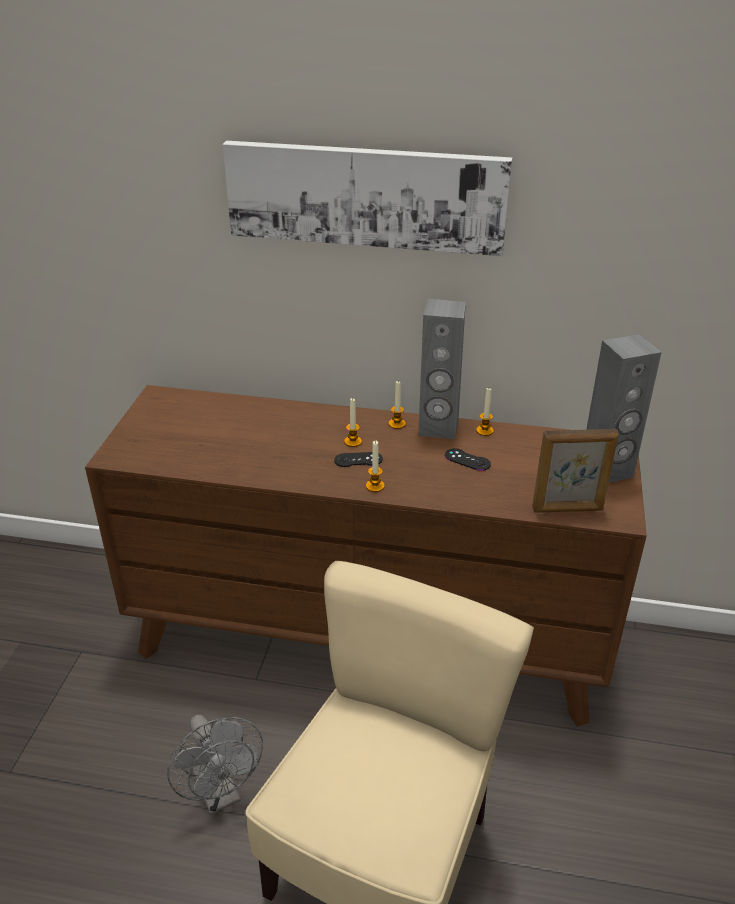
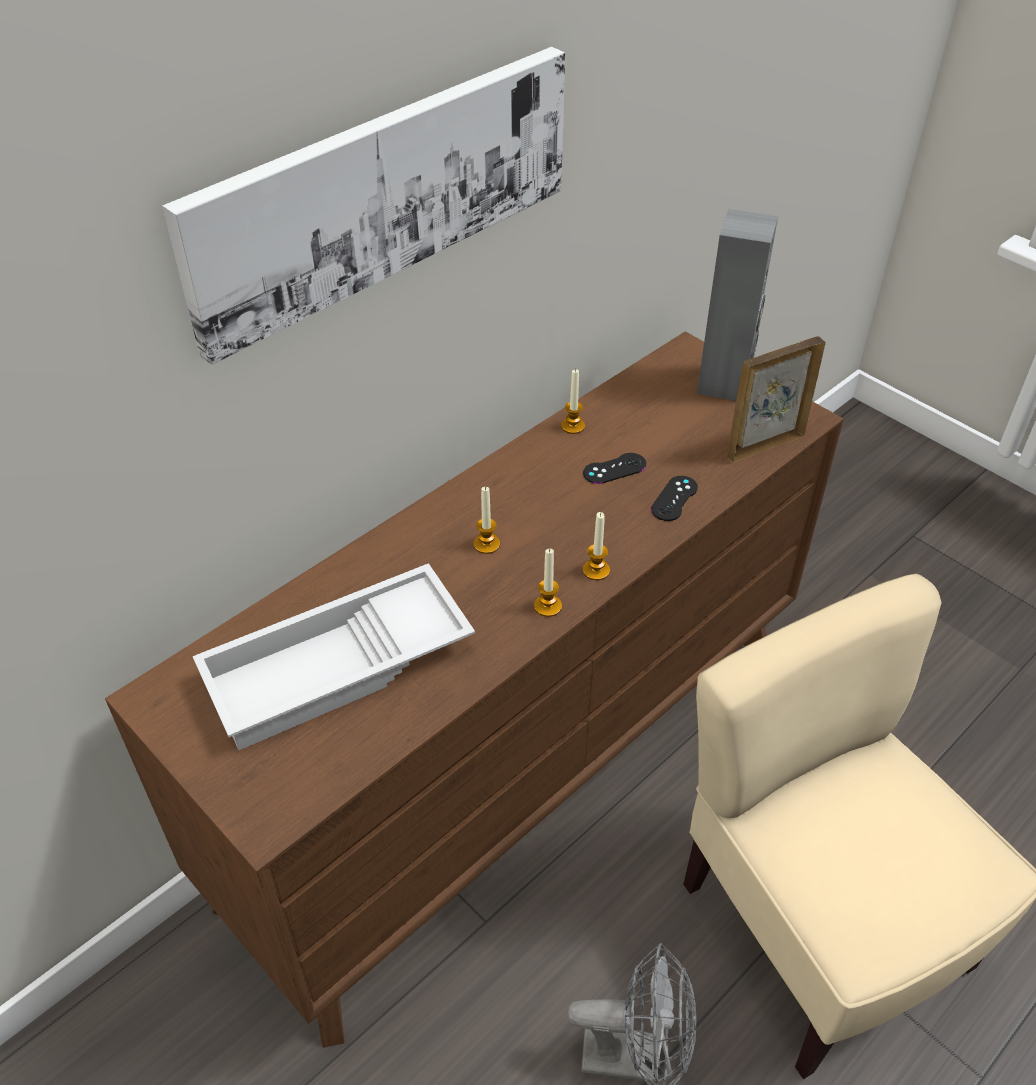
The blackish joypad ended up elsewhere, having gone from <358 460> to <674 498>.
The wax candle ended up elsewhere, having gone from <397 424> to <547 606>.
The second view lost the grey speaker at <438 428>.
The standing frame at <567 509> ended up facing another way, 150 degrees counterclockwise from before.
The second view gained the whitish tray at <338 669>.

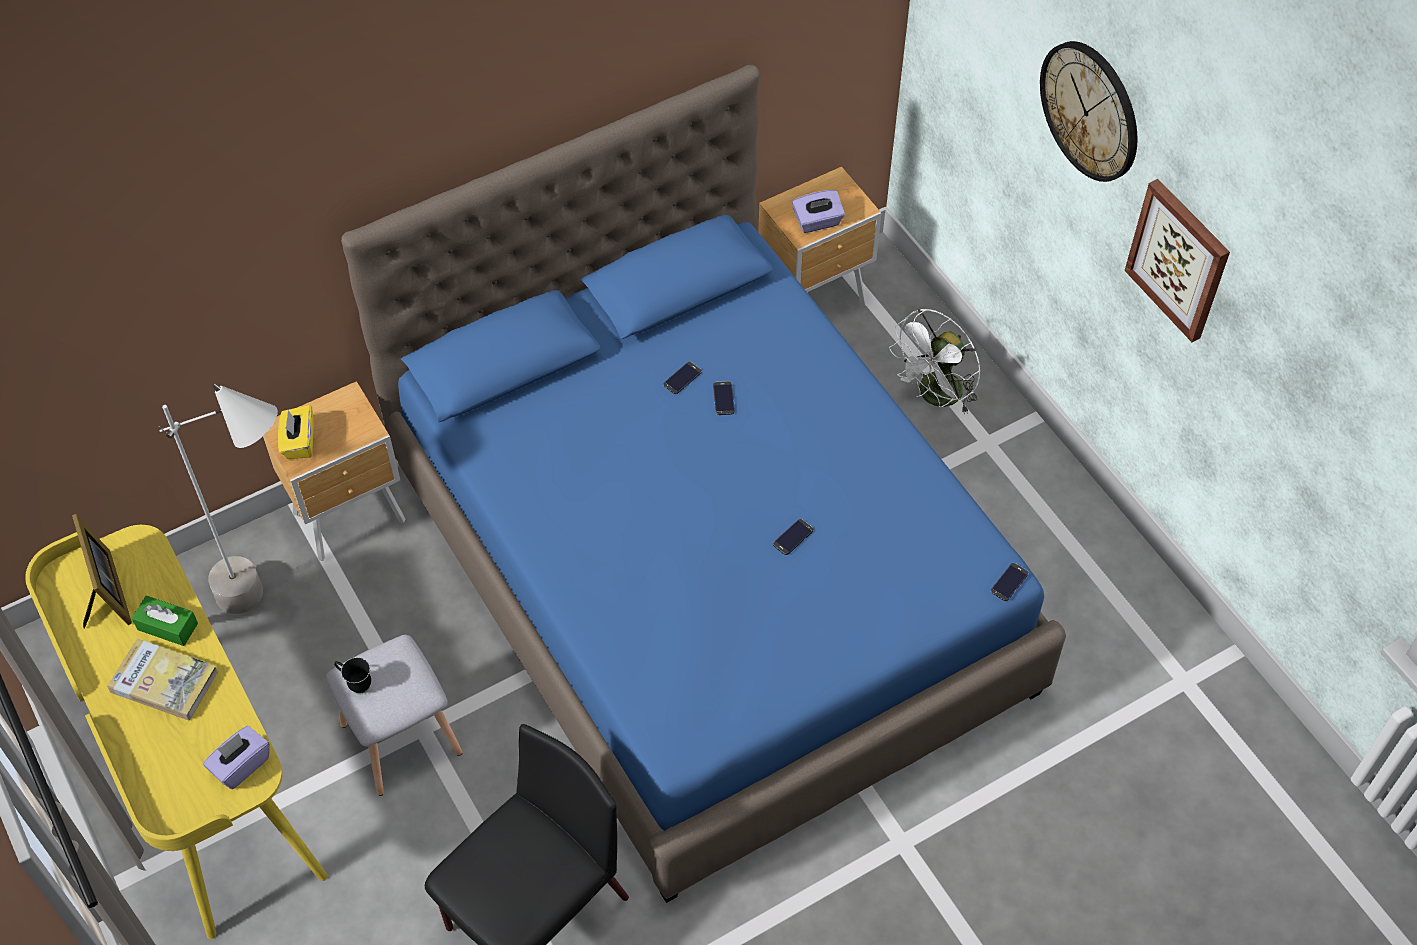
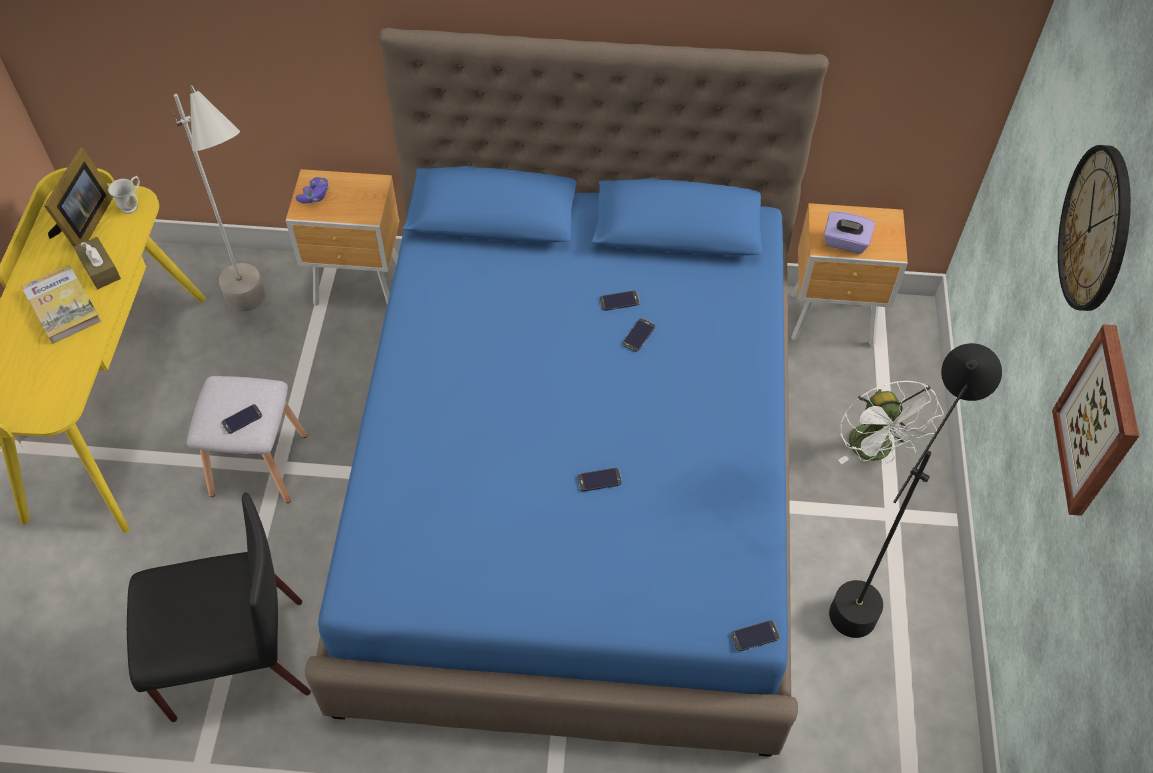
What was the green-coloured tissue holder at <167 626> turned into the brown tissue holder at <100 269>.
The second view lost the purple tissue holder at <241 765>.
Where the yellow tissue holder stood at <299 442>, the purple joypad came to stand at <315 196>.
The second view lost the blackish tea mug at <356 684>.
The whitish fan at <935 397> ended up facing another way, 90 degrees counterclockwise from before.
The second view gained the whitish tea mug at <133 205>.
The second view gained the phone at <242 419>.
The second view gained the blackish standard lamp at <868 584>.

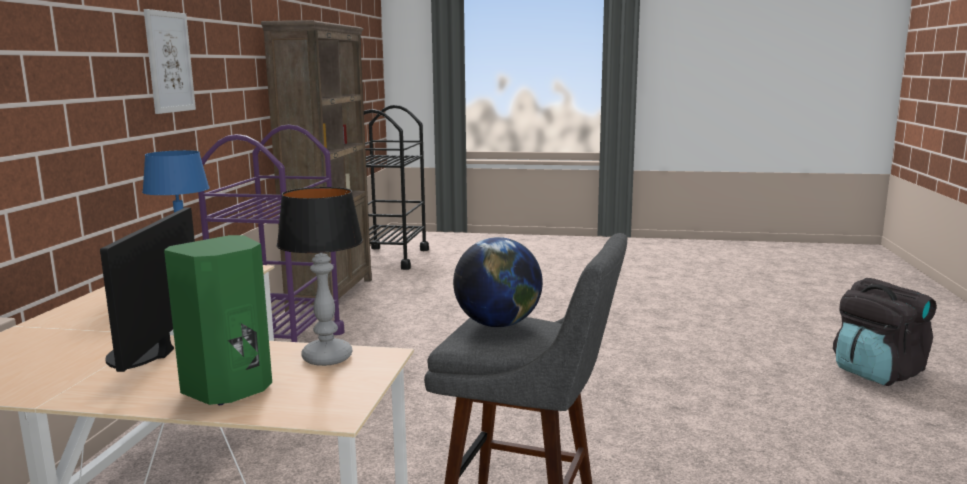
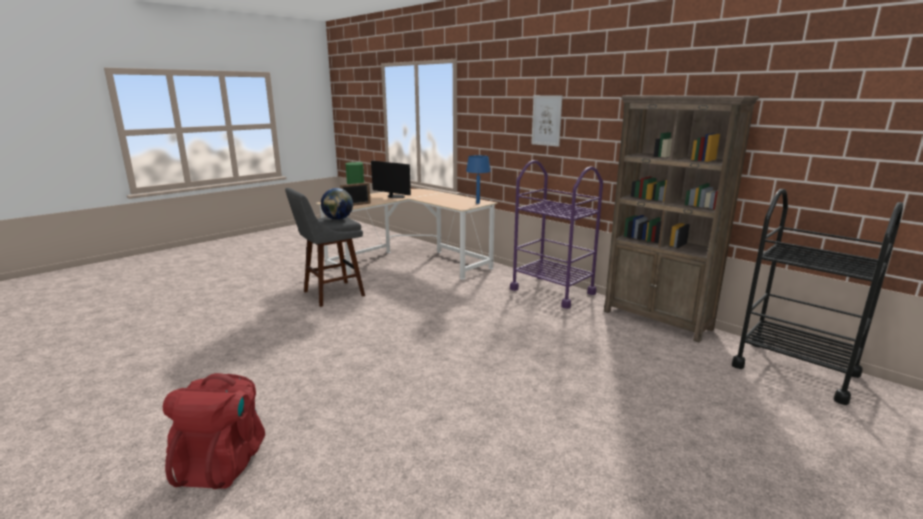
Where the table lamp stood at <326 358>, the standing frame came to stand at <356 205>.
What was the blackish rucksack at <877 373> turned into the red-coloured rucksack at <223 462>.

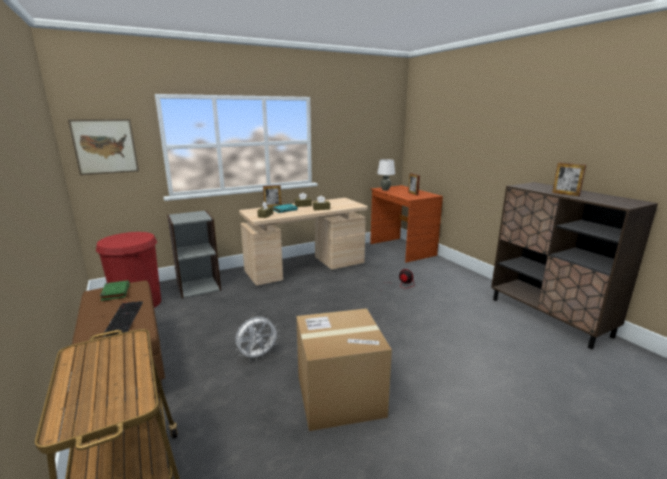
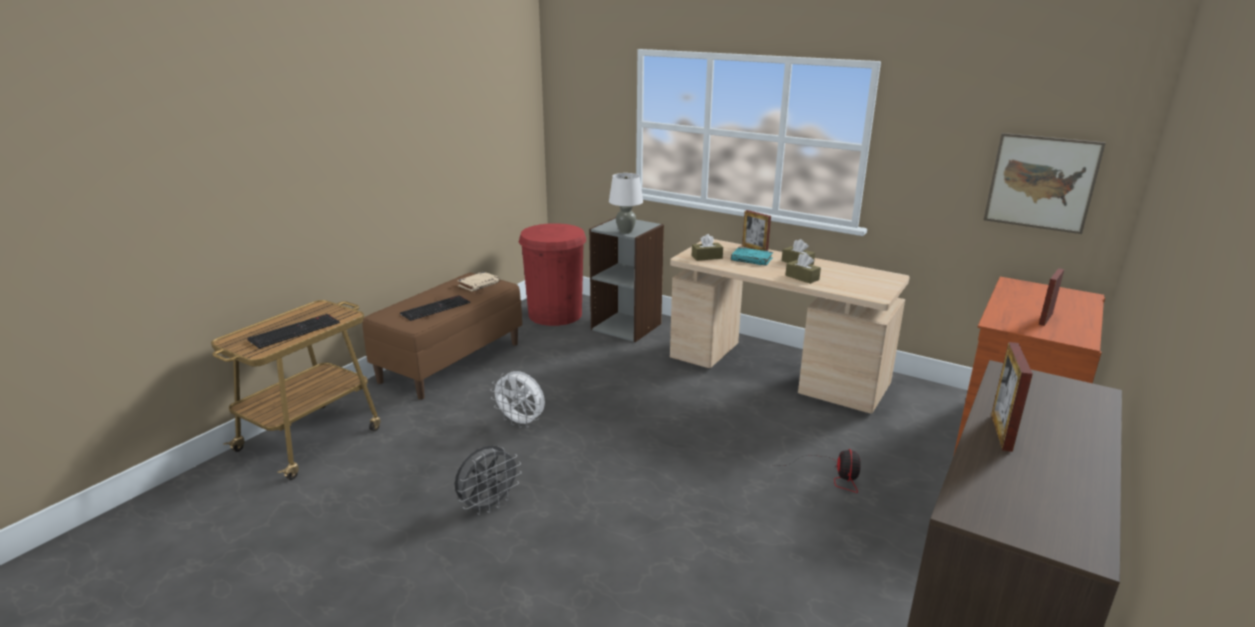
The wall picture ended up elsewhere, having gone from <105 146> to <1041 183>.
What was the green-coloured bound book at <115 292> turned into the beige-coloured bound book at <479 284>.
Where the cardboard box stood at <340 395>, the grey fan came to stand at <488 505>.
The whitish table lamp ended up elsewhere, having gone from <385 189> to <625 232>.
The second view gained the PC keyboard at <295 330>.

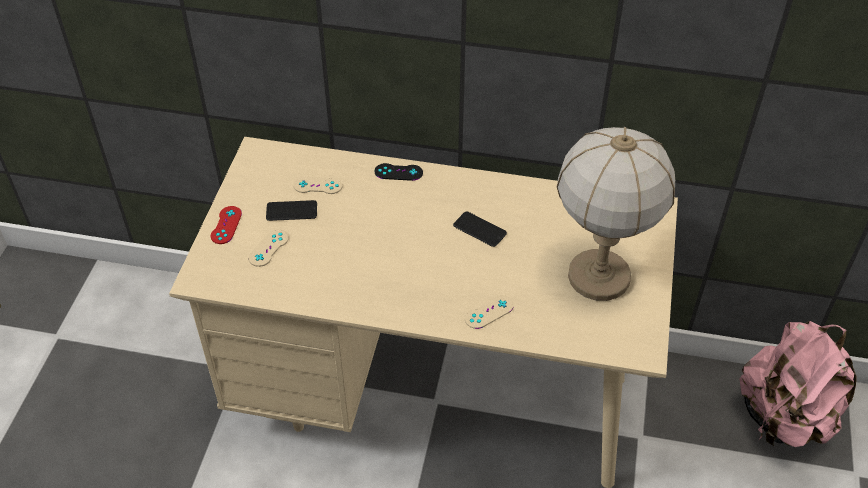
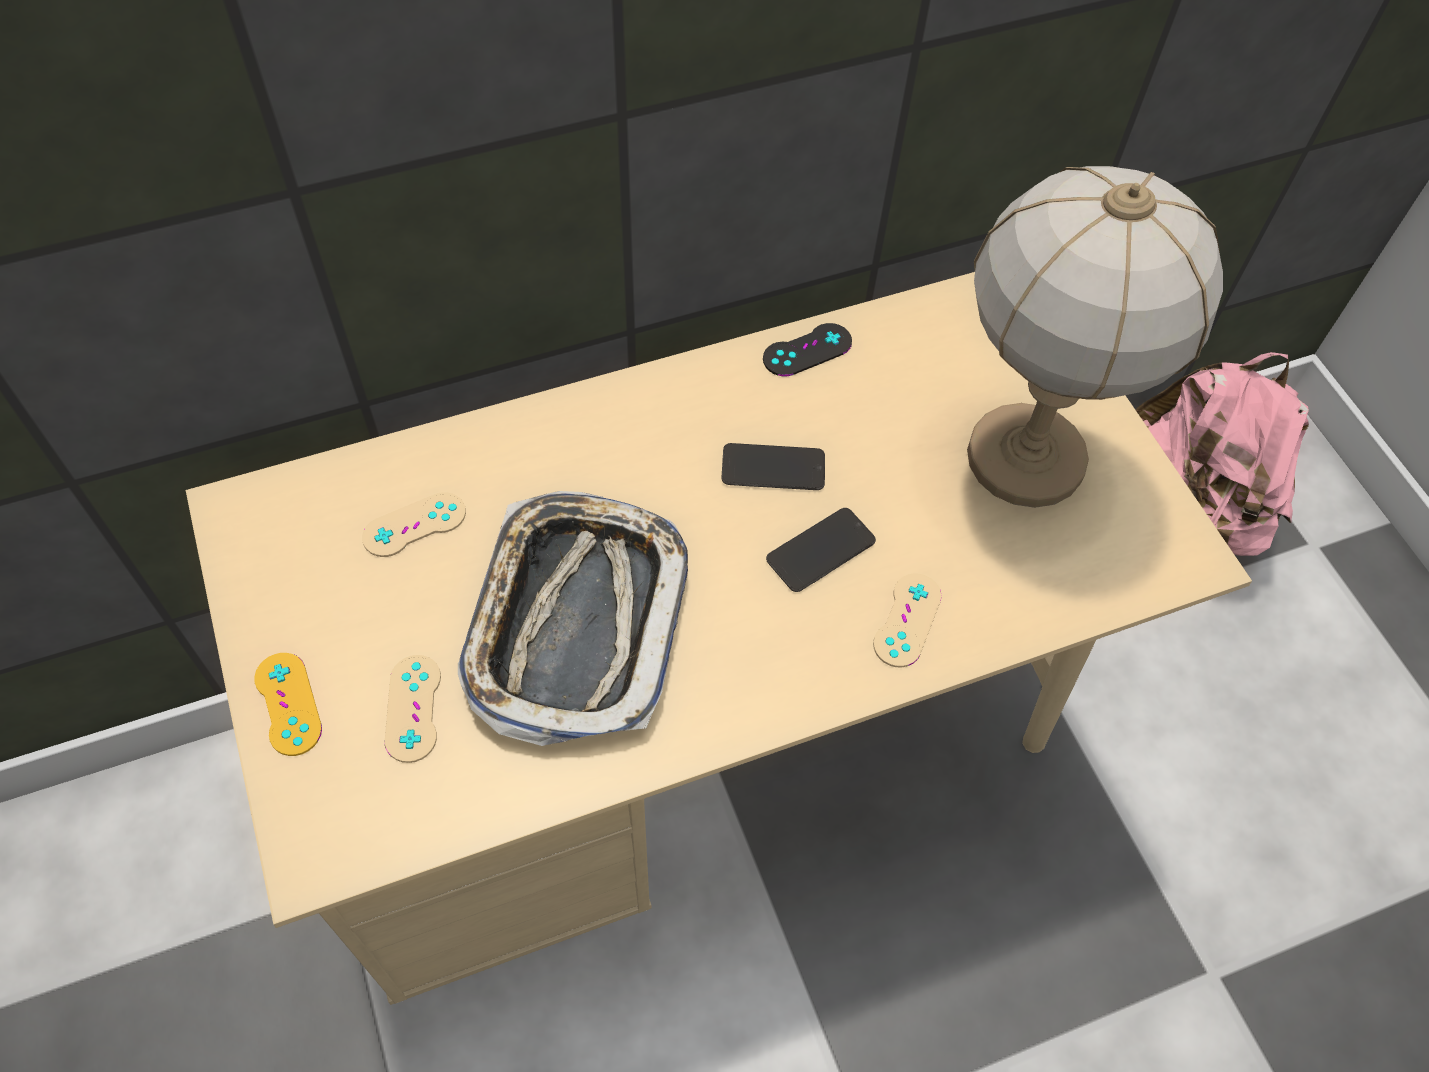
What was the red-coloured joypad at <226 225> turned into the yellow joypad at <288 704>.
The phone ended up elsewhere, having gone from <291 211> to <820 550>.
The blackish joypad ended up elsewhere, having gone from <398 172> to <807 350>.
The second view gained the tray at <576 622>.

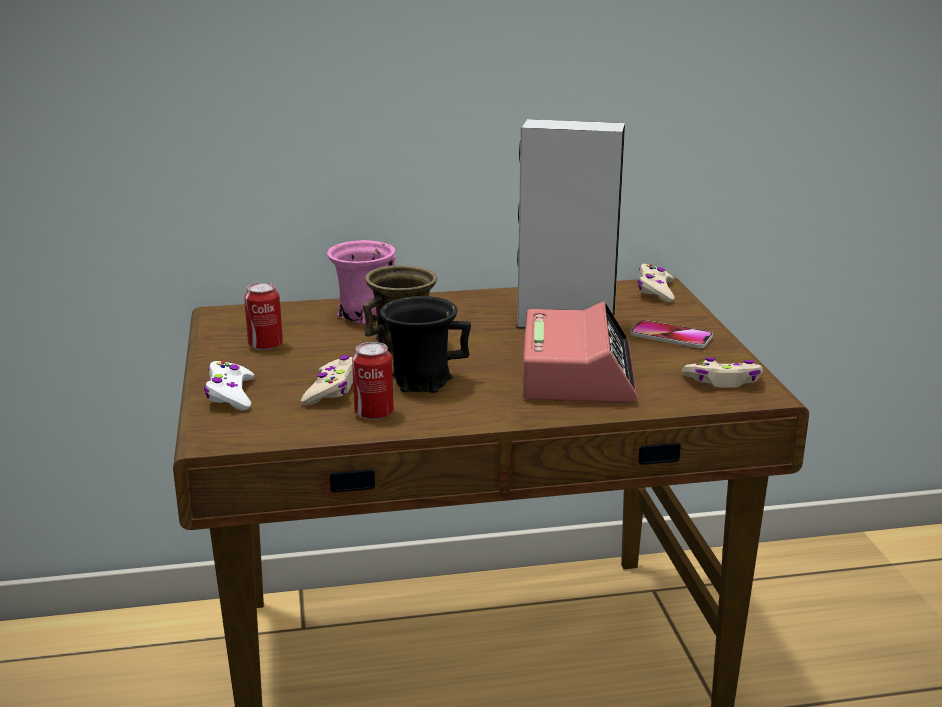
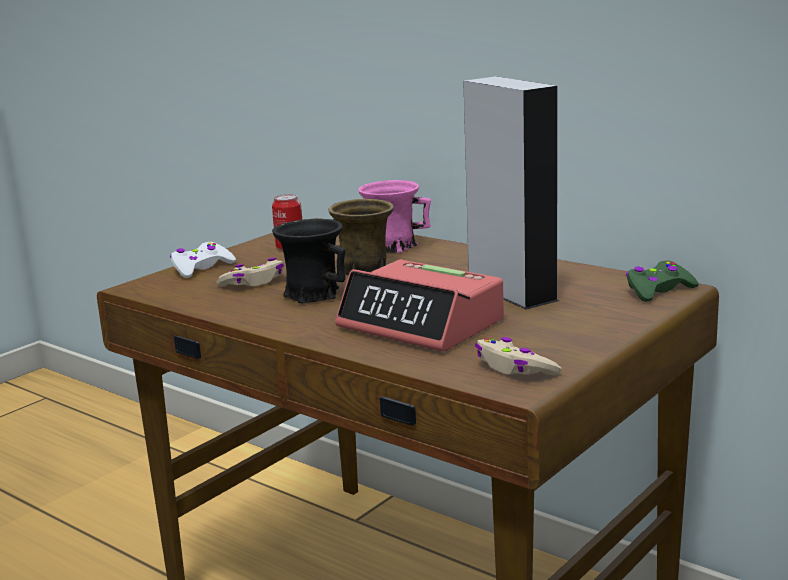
The second view lost the can at <374 413>.
The table clock at <577 373> ended up facing another way, 75 degrees clockwise from before.
The second view lost the phone at <671 336>.
What was the beige-coloured joypad at <655 291> turned into the green-coloured joypad at <658 290>.

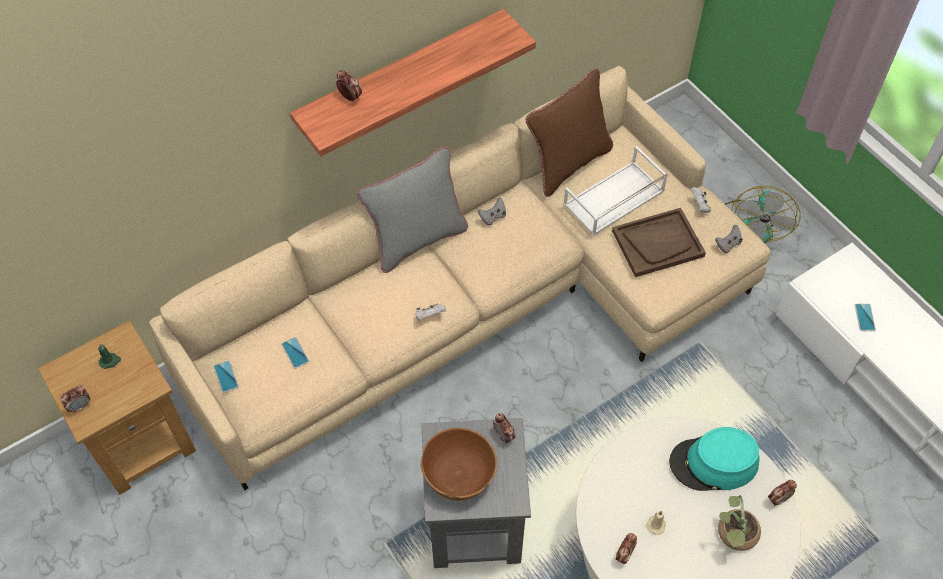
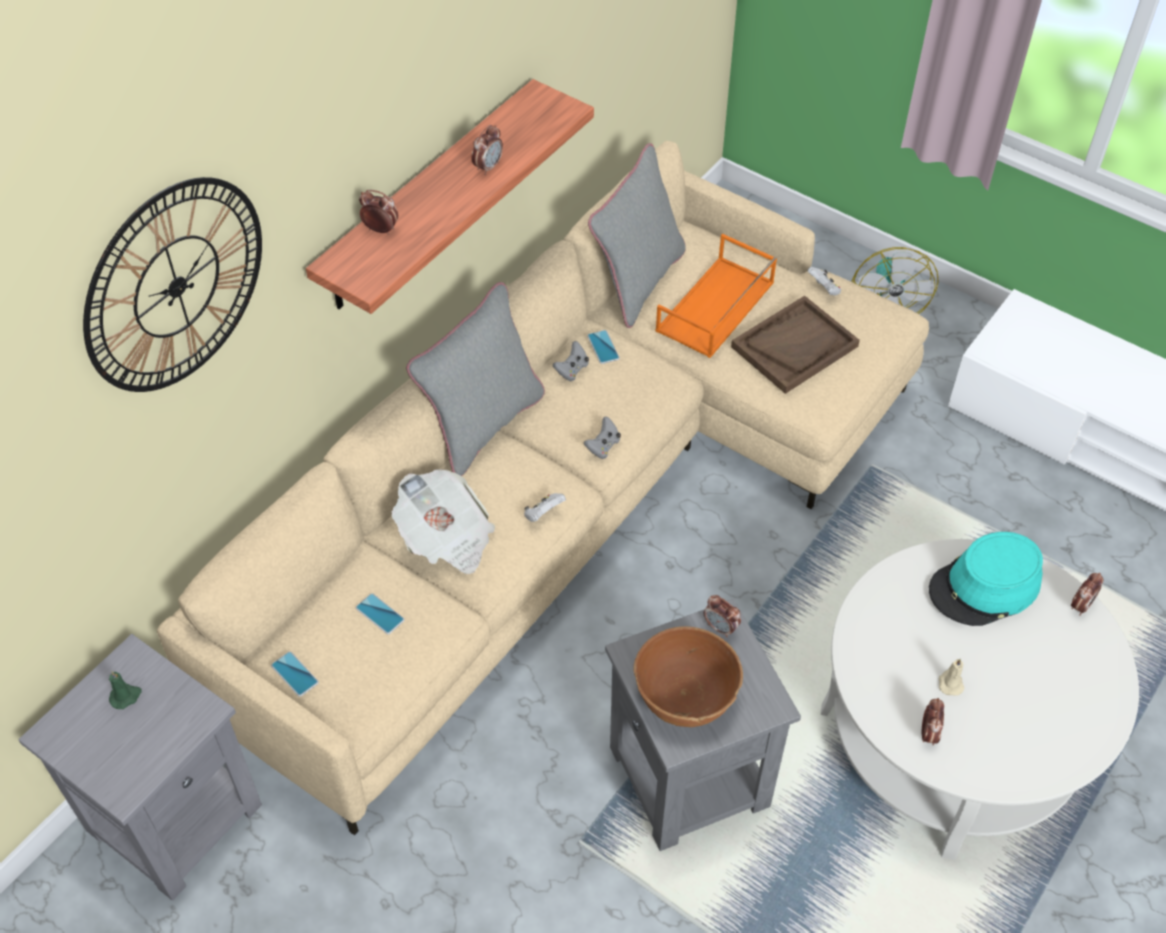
What was the brown accent table at <141 440> turned into the grey accent table at <175 816>.
The table clock ended up elsewhere, having gone from <80 406> to <488 167>.
What was the brown cushion at <568 164> turned into the grey cushion at <637 282>.
What was the whitish tray at <613 199> turned into the orange-coloured tray at <715 308>.
The grey joypad ended up elsewhere, having gone from <728 244> to <603 446>.
The second view lost the plant in a pot at <734 536>.
The phone ended up elsewhere, having gone from <864 317> to <603 347>.
The second view gained the wall clock at <176 286>.
The second view gained the newspaper at <446 538>.

